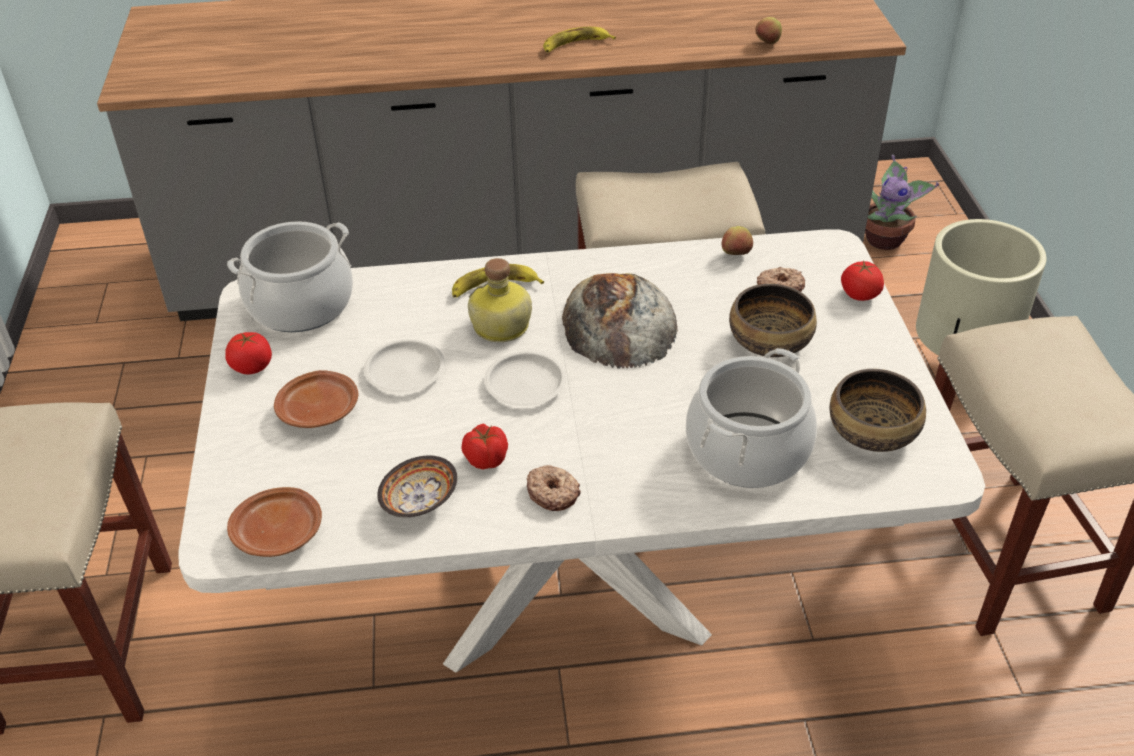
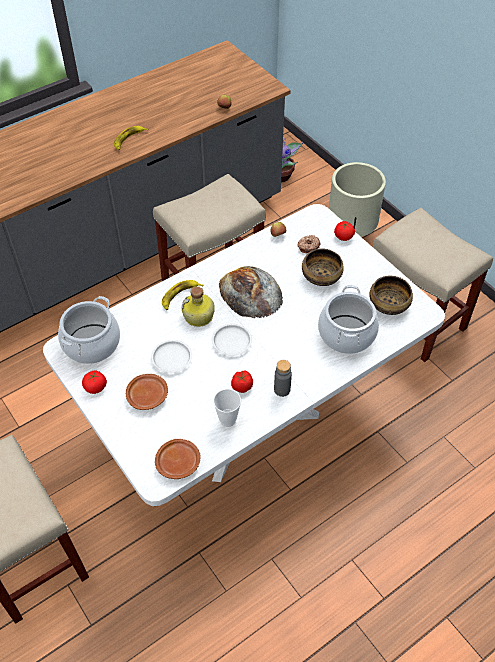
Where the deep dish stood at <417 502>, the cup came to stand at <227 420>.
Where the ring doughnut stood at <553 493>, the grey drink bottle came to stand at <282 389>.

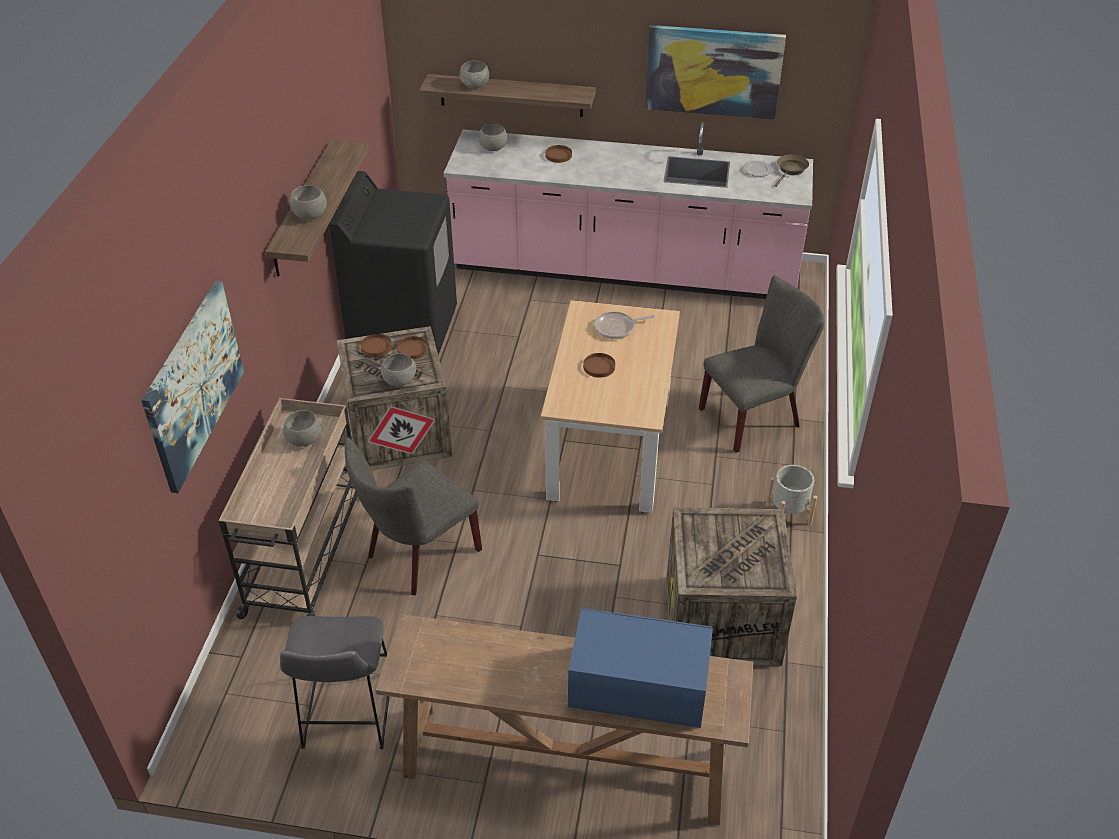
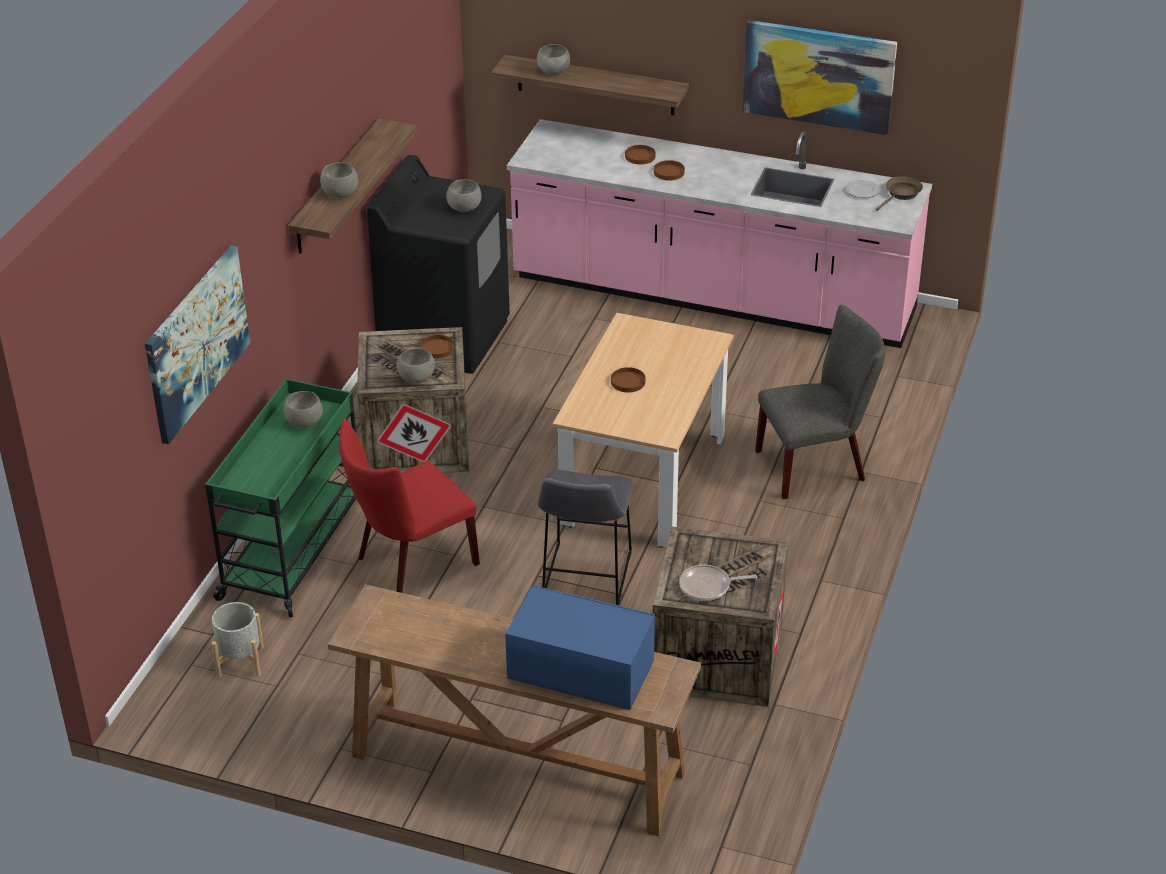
What was the beige-coloured trolley at <305 556> turned into the green-coloured trolley at <293 550>.
The grey sitting stool ended up elsewhere, having gone from <346 716> to <585 580>.
What was the grey plain chair at <418 556> turned into the red-coloured plain chair at <410 563>.
The brown dinner plate ended up elsewhere, having gone from <376 347> to <668 172>.
The grey deep dish ended up elsewhere, having gone from <492 148> to <464 208>.
The skillet ended up elsewhere, having gone from <617 328> to <708 587>.
The grey plant pot ended up elsewhere, having gone from <788 514> to <240 661>.

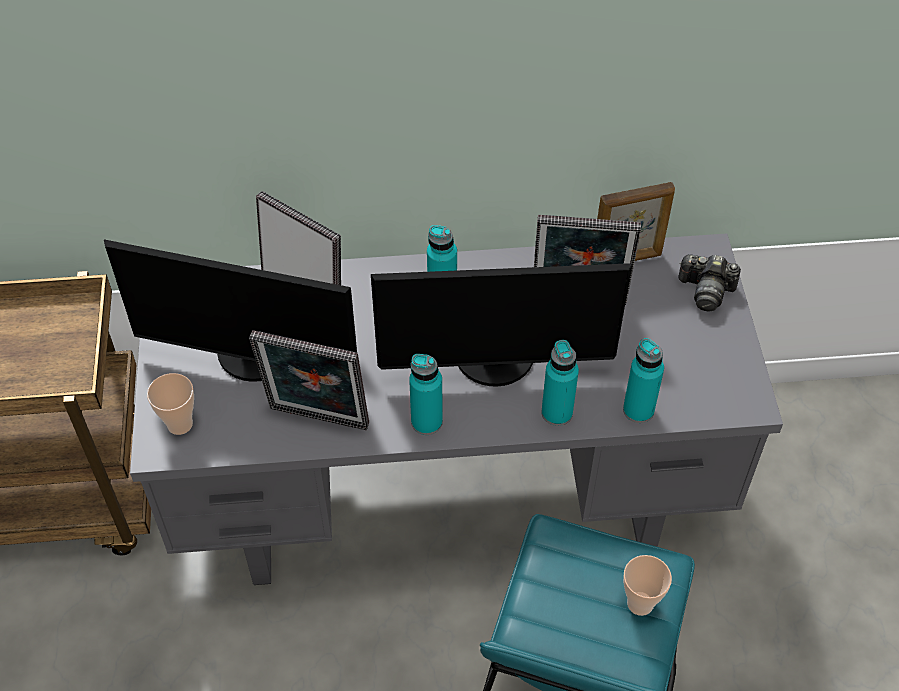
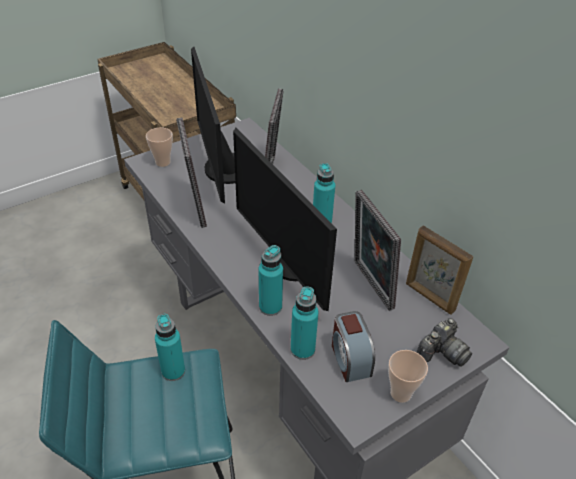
The blue-green drink bottle ended up elsewhere, having gone from <426 422> to <173 371>.
The cup ended up elsewhere, having gone from <640 603> to <400 393>.
The photo camera at <706 291> ended up facing another way, 120 degrees counterclockwise from before.
The second view gained the table clock at <350 359>.

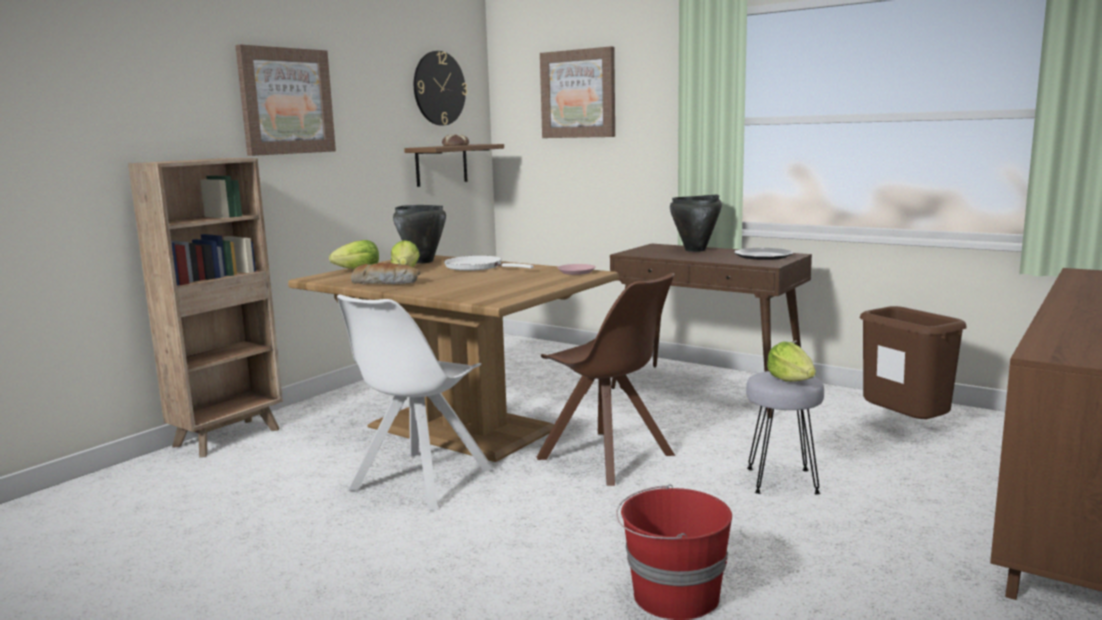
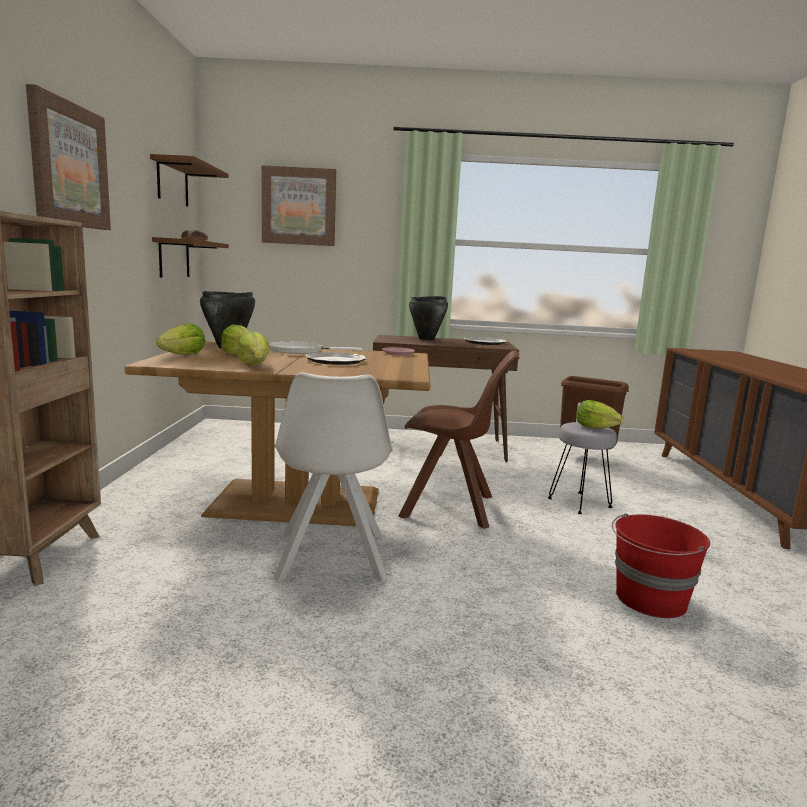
Where the baked bread stood at <386 283>, the head of lettuce came to stand at <254 365>.
Where the wall clock hung at <439 88>, the brown wall shelf came to hang at <172 183>.
The second view gained the dinner plate at <335 361>.

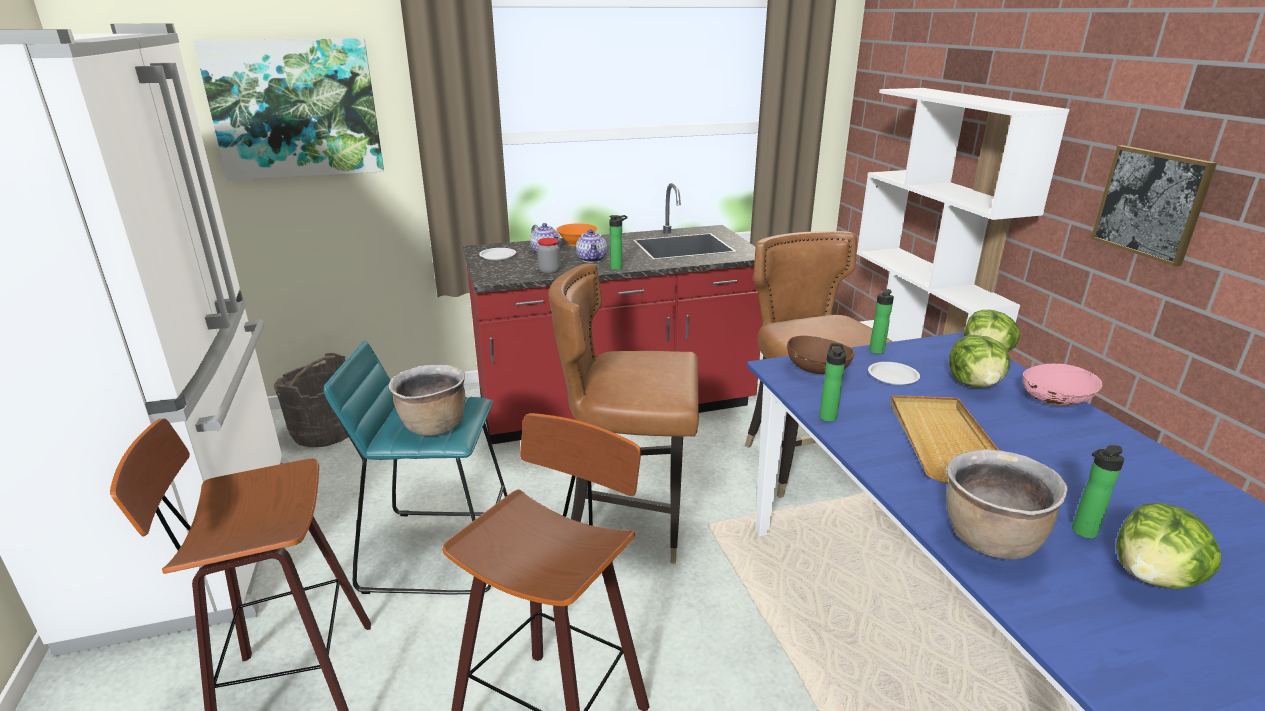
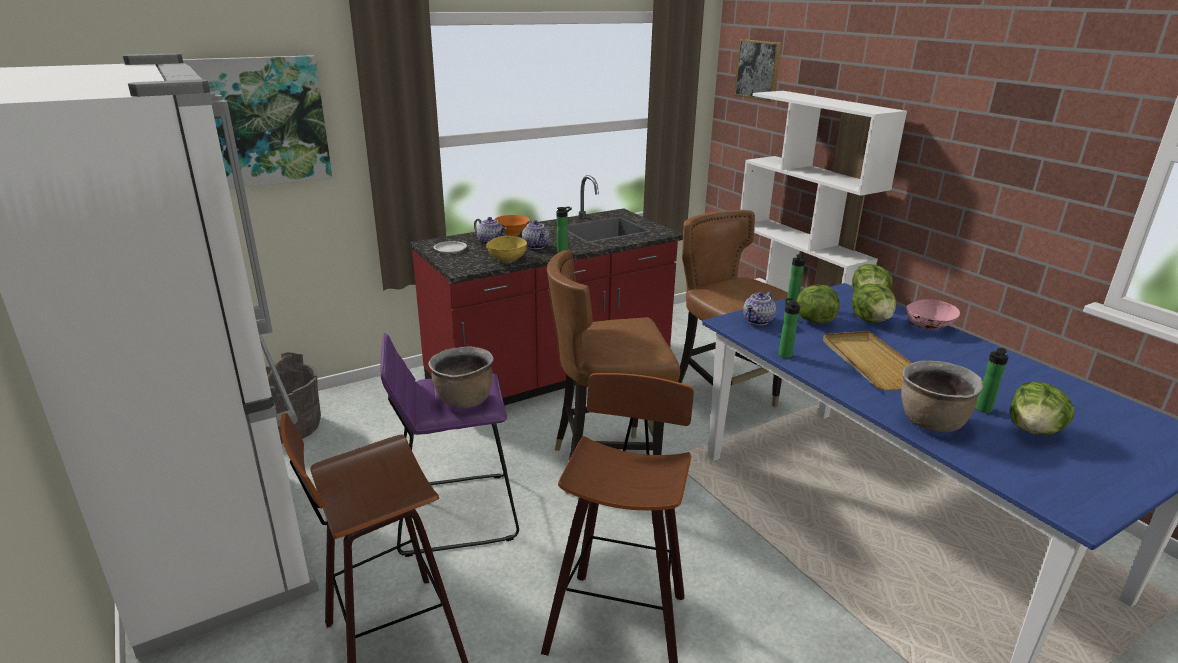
What was the blue-green sitting stool at <439 550> turned into the purple sitting stool at <455 512>.
Where the jar stood at <549 271>, the yellow deep dish came to stand at <507 259>.
Where the brown deep dish stood at <817 370>, the pot for tea came to stand at <758 321>.
Where the whitish dinner plate stood at <892 377>, the head of lettuce came to stand at <813 321>.
The wall picture ended up elsewhere, having gone from <1151 203> to <758 70>.

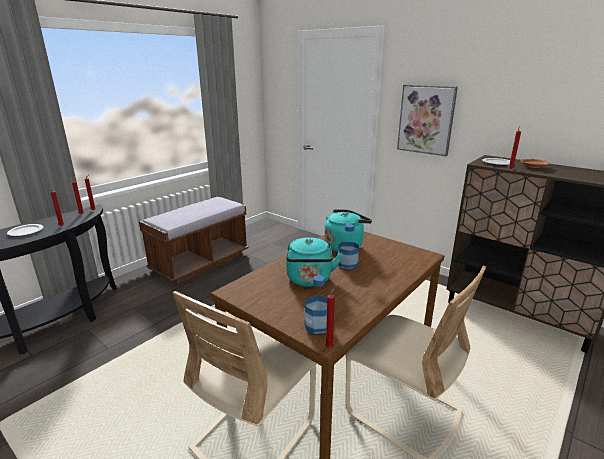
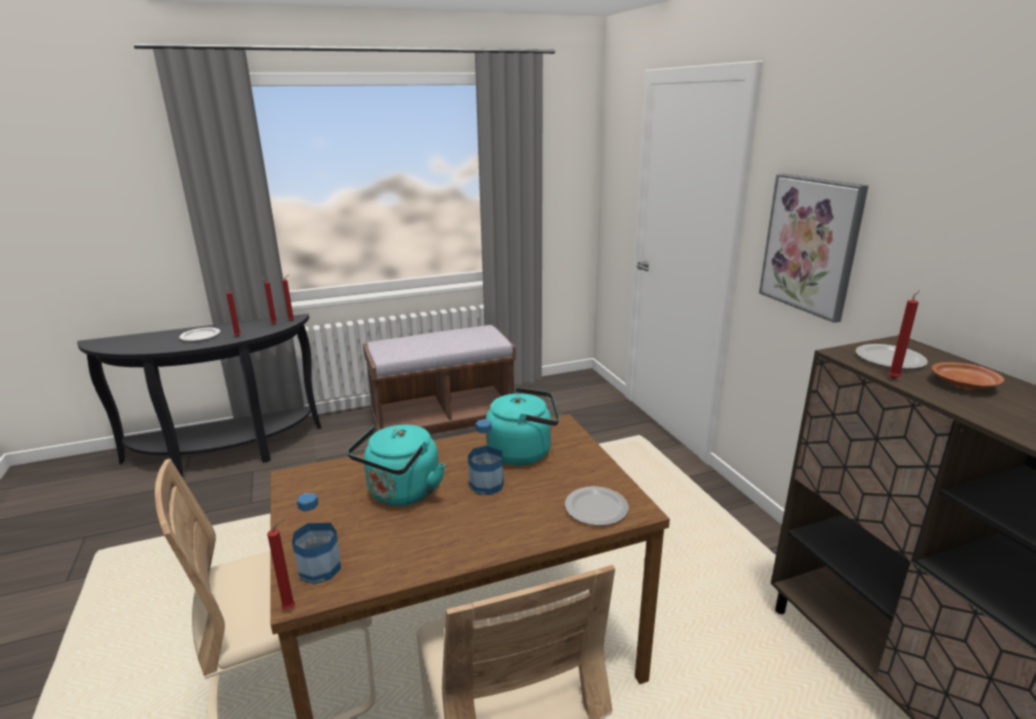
The second view gained the dinner plate at <597 508>.

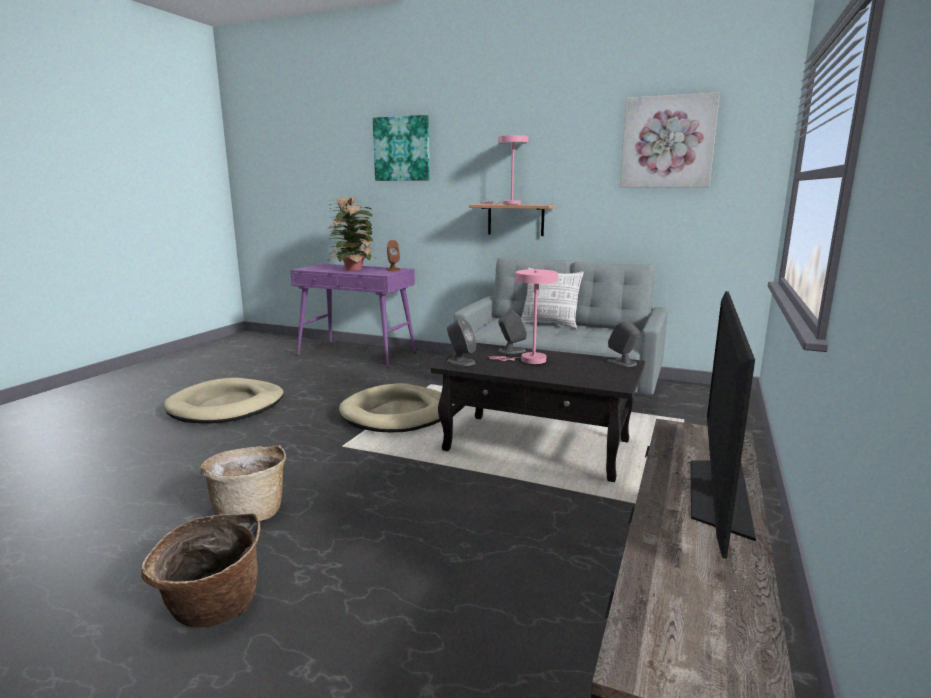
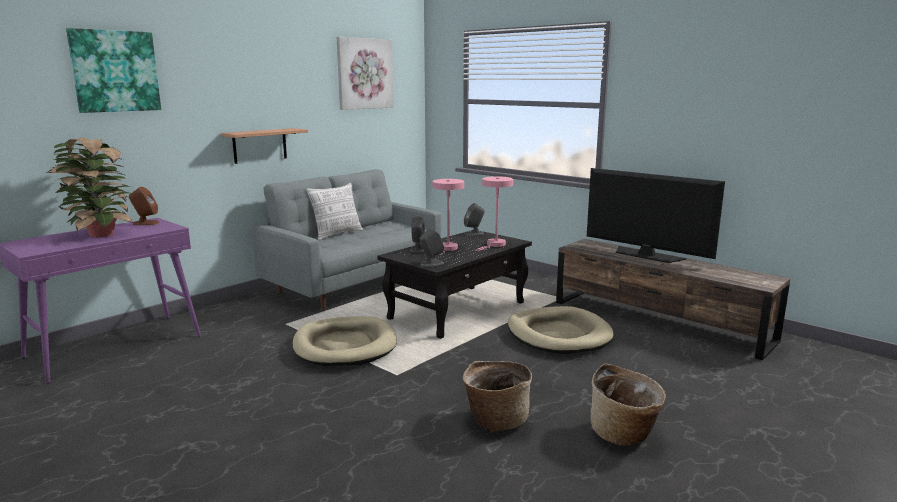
The beige-coloured pet bed ended up elsewhere, having gone from <227 406> to <558 335>.
The pink-coloured table lamp ended up elsewhere, having gone from <508 204> to <494 245>.

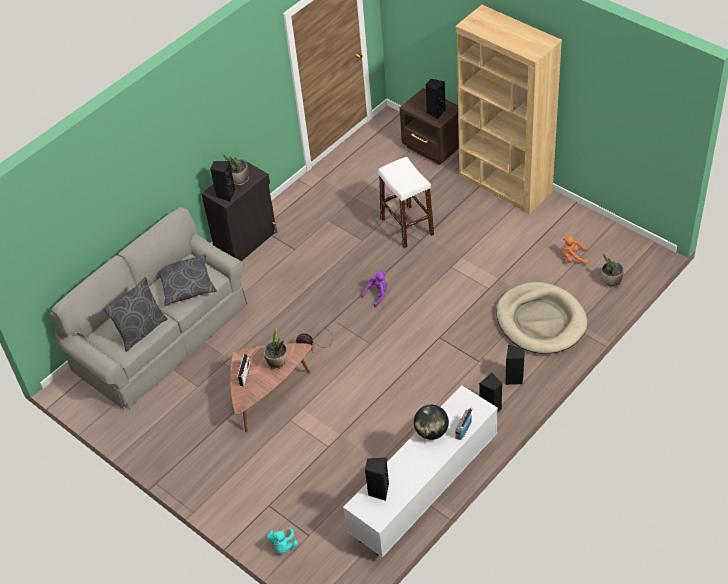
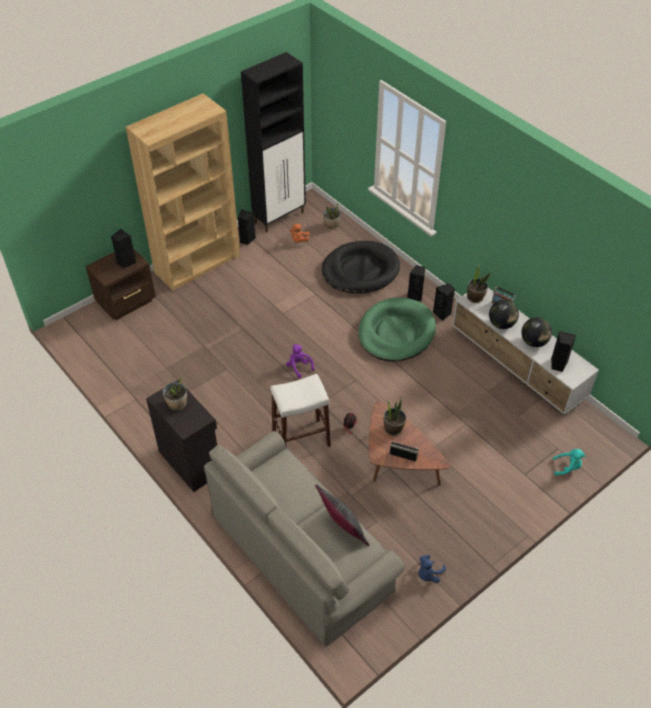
The second view lost the grey cushion at <187 285>.
The blackish speaker ended up elsewhere, having gone from <225 195> to <246 240>.
The whitish sitting stool ended up elsewhere, having gone from <407 227> to <301 439>.
What was the beige-coloured pet bed at <540 321> turned into the blackish pet bed at <360 270>.
The second view gained the blackish cupboard at <280 217>.
The second view gained the green-coloured pet bed at <396 332>.
The second view gained the bluish cuddly toy at <428 574>.
The second view gained the plant in a pot at <475 297>.
The second view gained the desk globe at <534 342>.

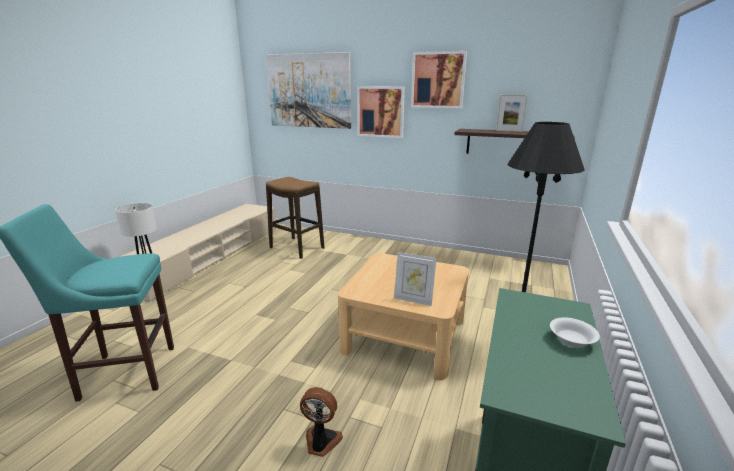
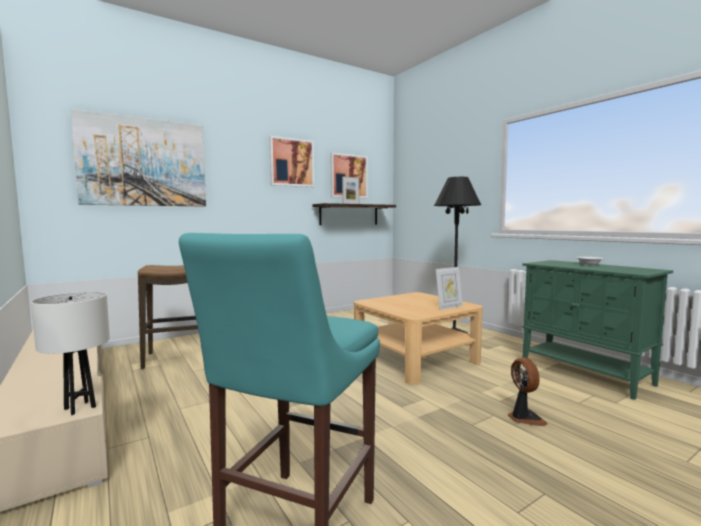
The fan at <321 442> ended up facing another way, 120 degrees clockwise from before.
The wall picture ended up elsewhere, having gone from <380 112> to <348 176>.

